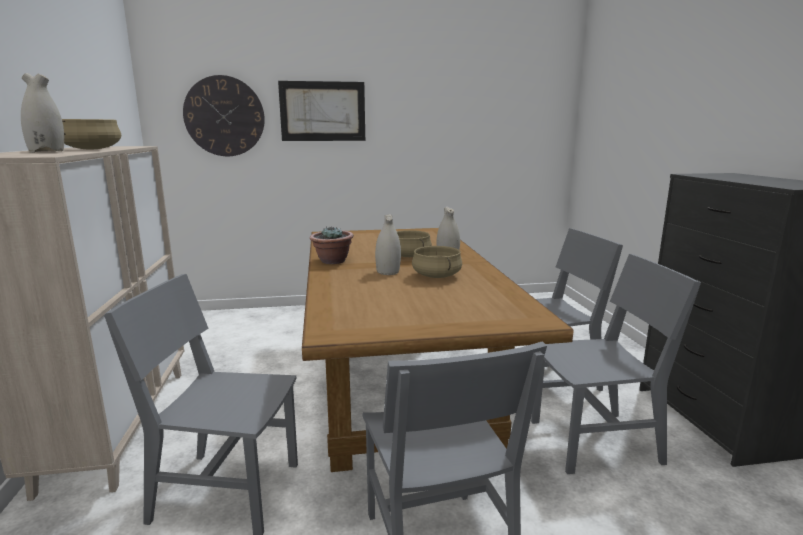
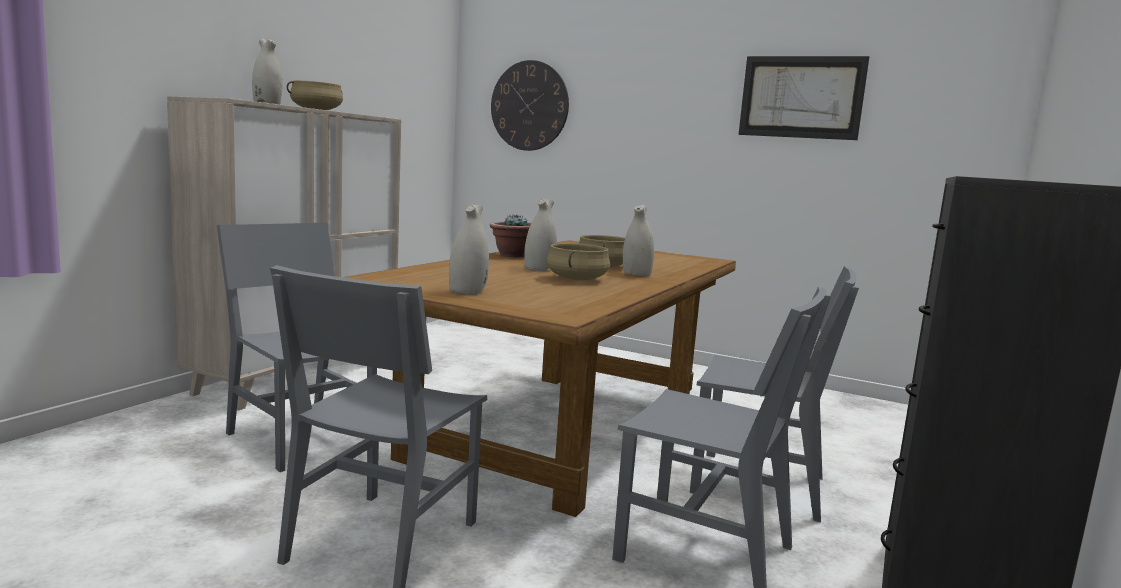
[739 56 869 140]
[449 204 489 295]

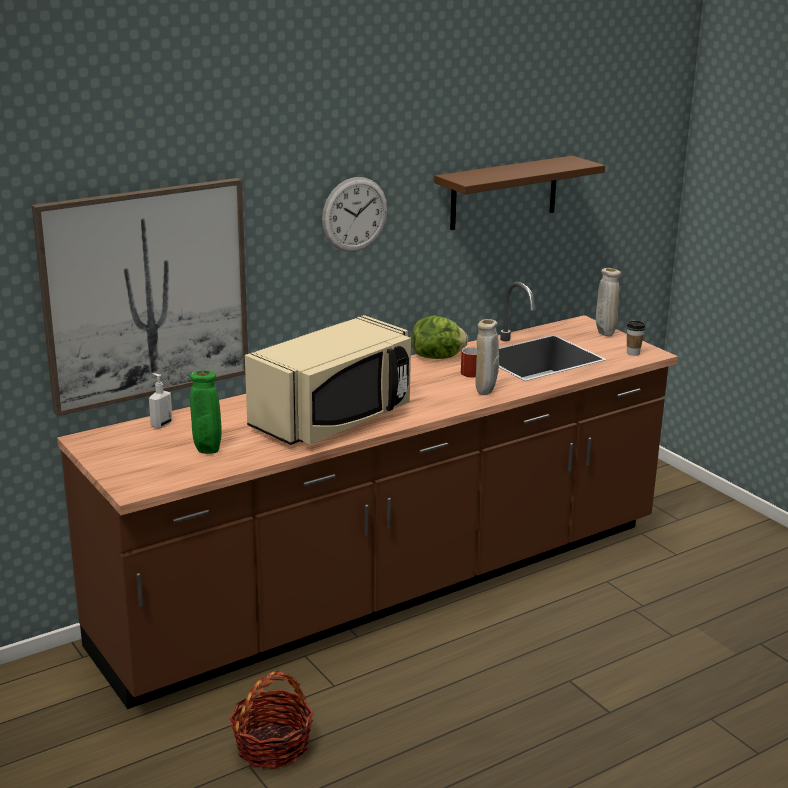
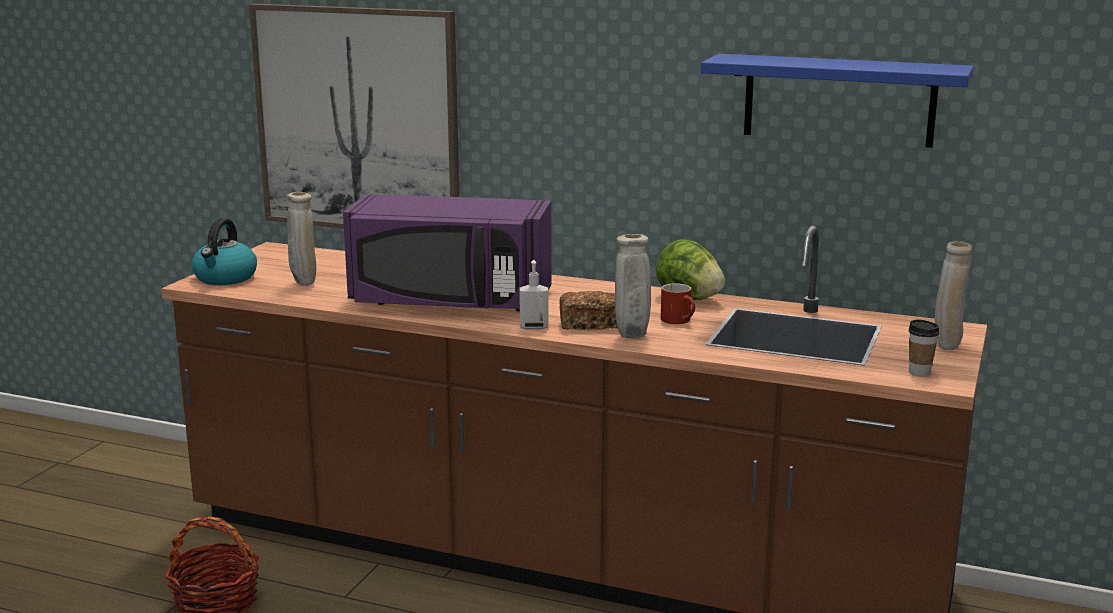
[519 260 548 330]
[287 192 316 286]
[343 194 552 311]
[322 177 387 252] (first image)
[701 54 974 148]
[192 218 257 285]
[560 291 618 330]

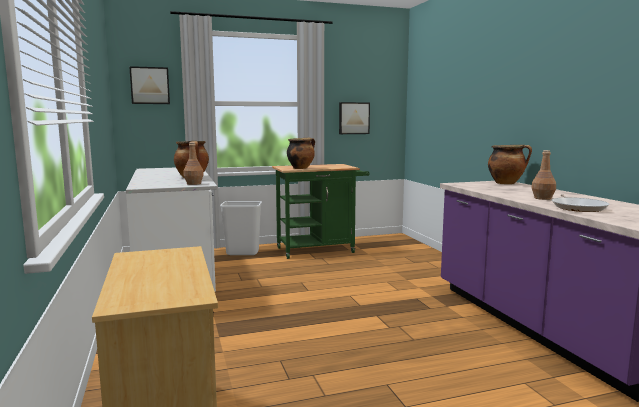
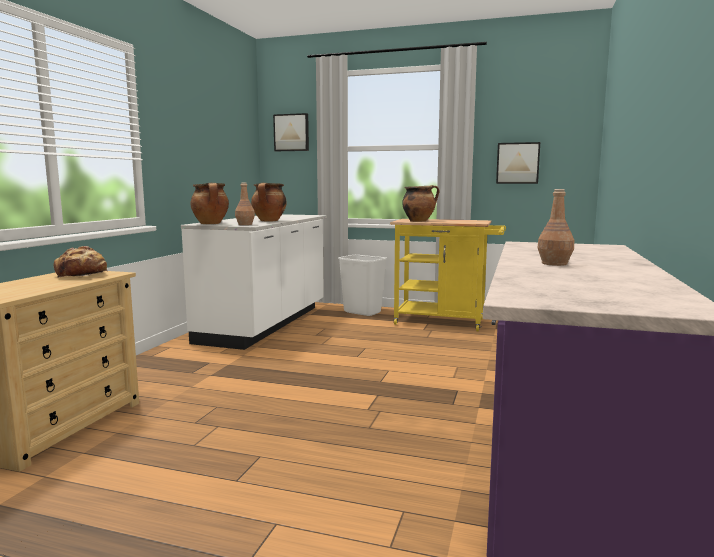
[390 219 506 331]
[191 183 229 224]
[552 194 610 212] (first image)
[53 246 109 278]

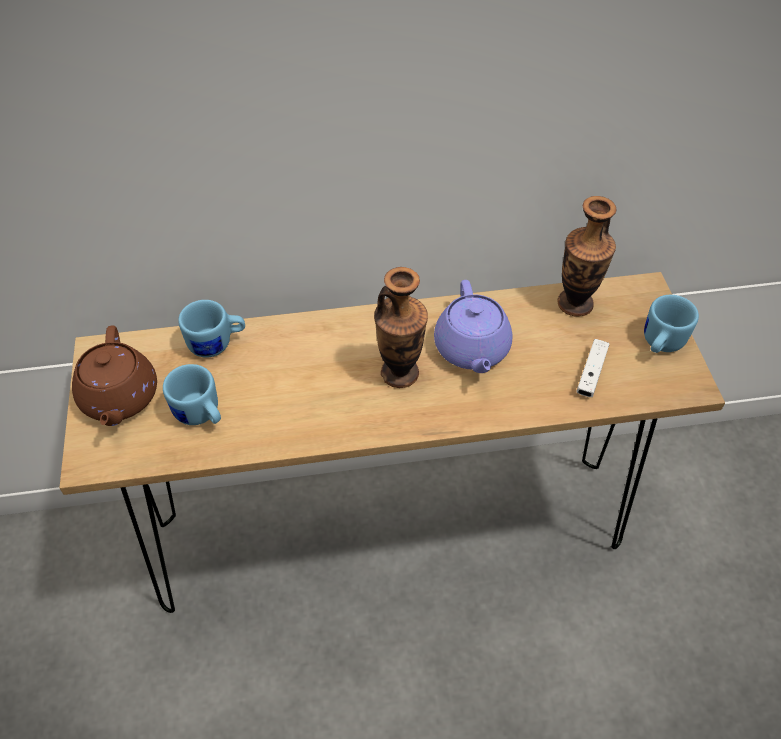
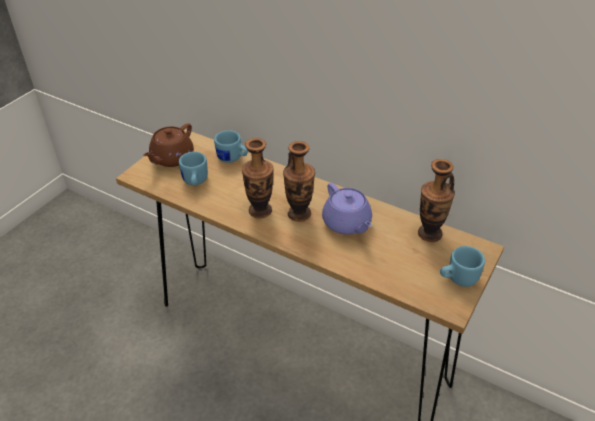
[322 183 372 235]
[576 339 610 397] (first image)
[242 138 274 218]

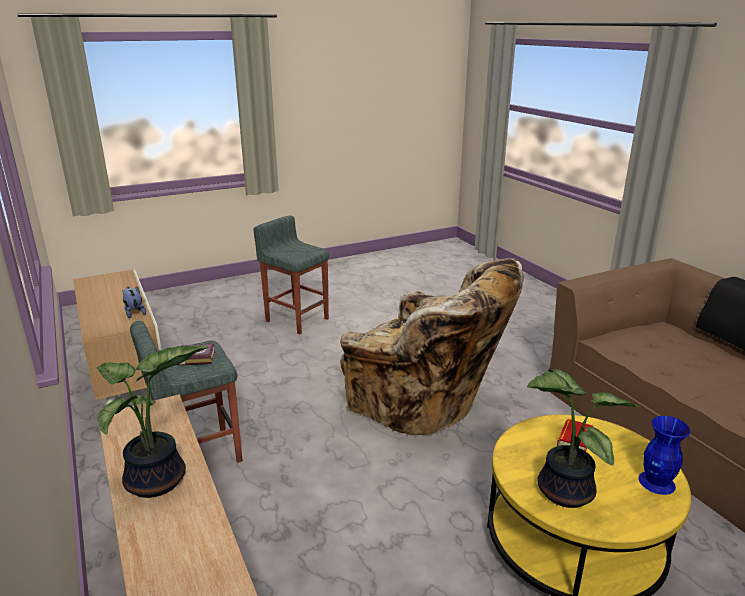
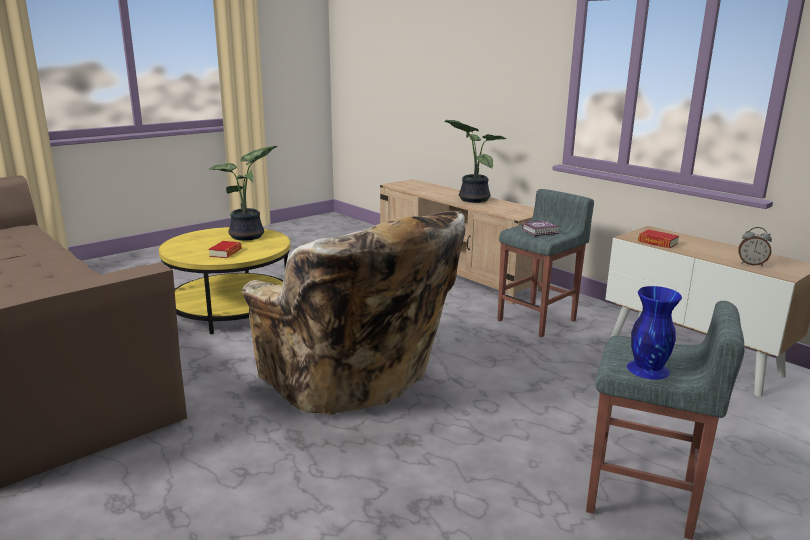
[638 229 679 248]
[241 212 466 415]
[627 286 682 379]
[738 227 772 266]

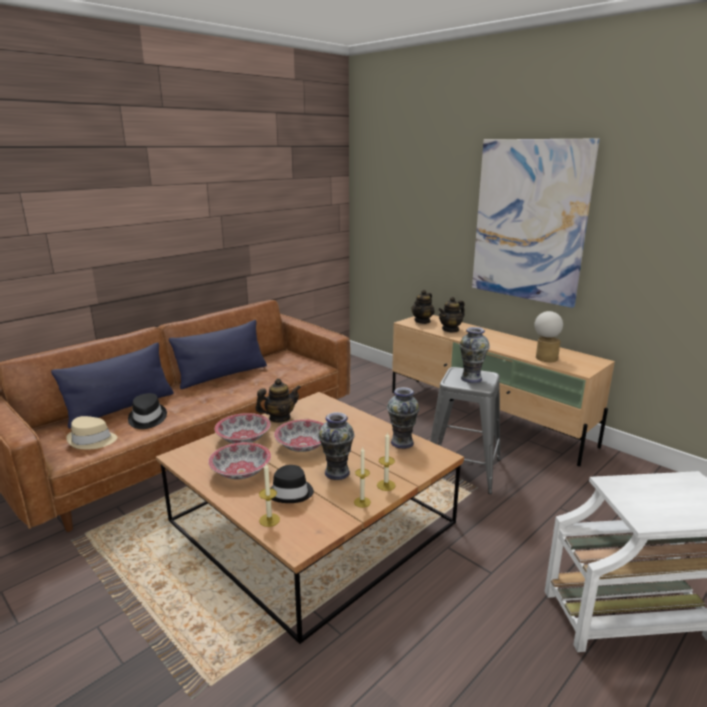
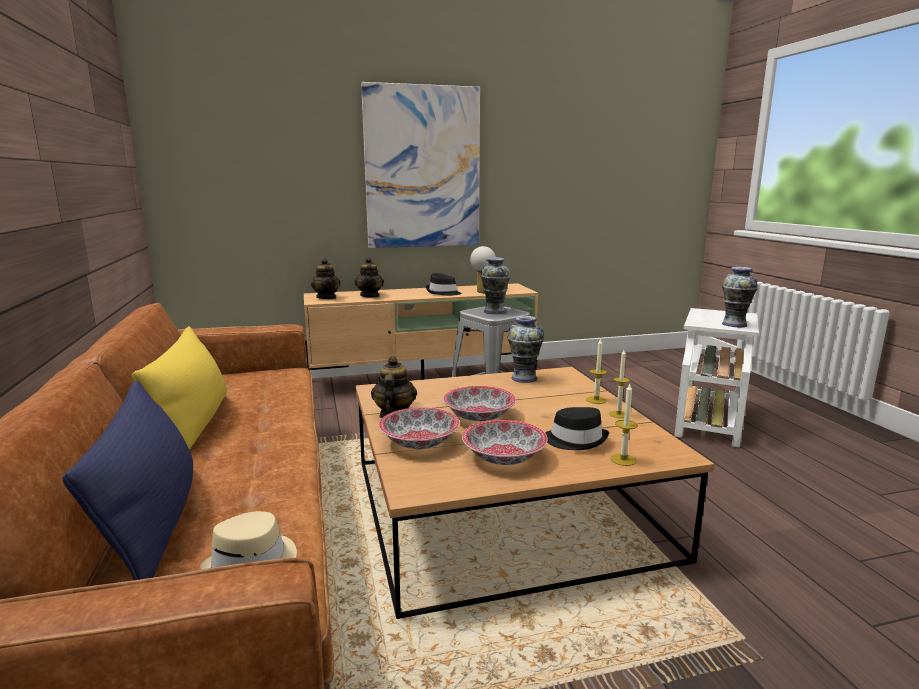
[426 273 462 296]
[132 326 227 450]
[722 267 758 327]

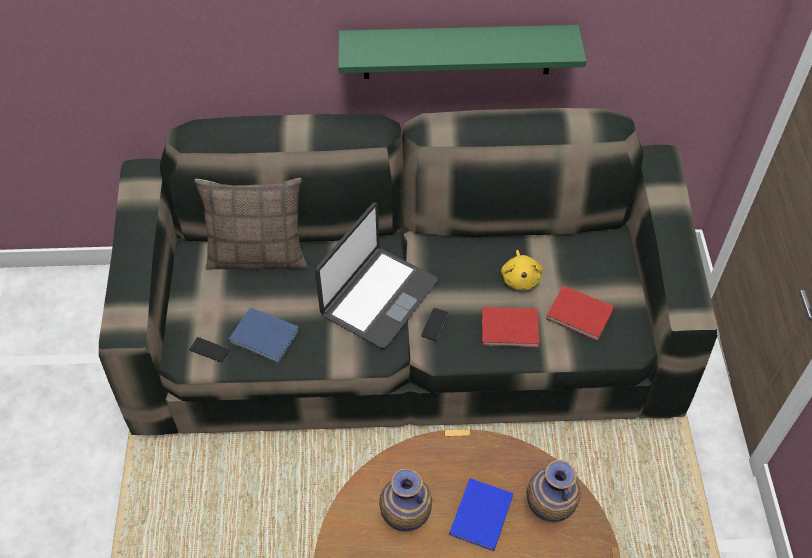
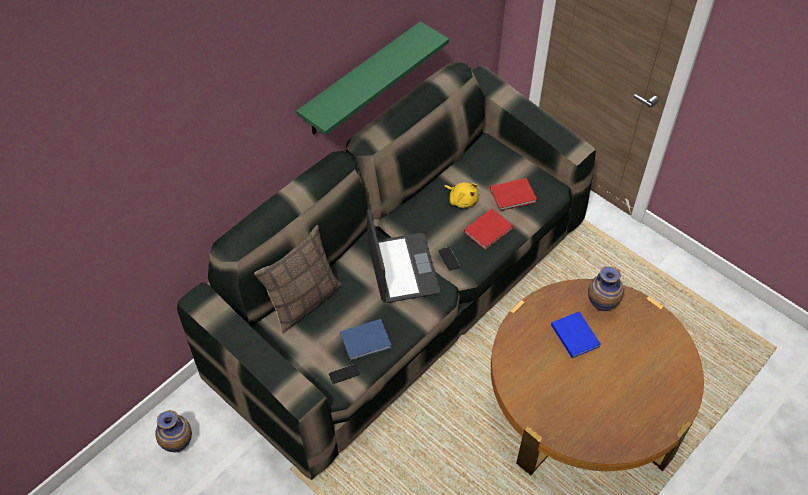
[155 410 192 452]

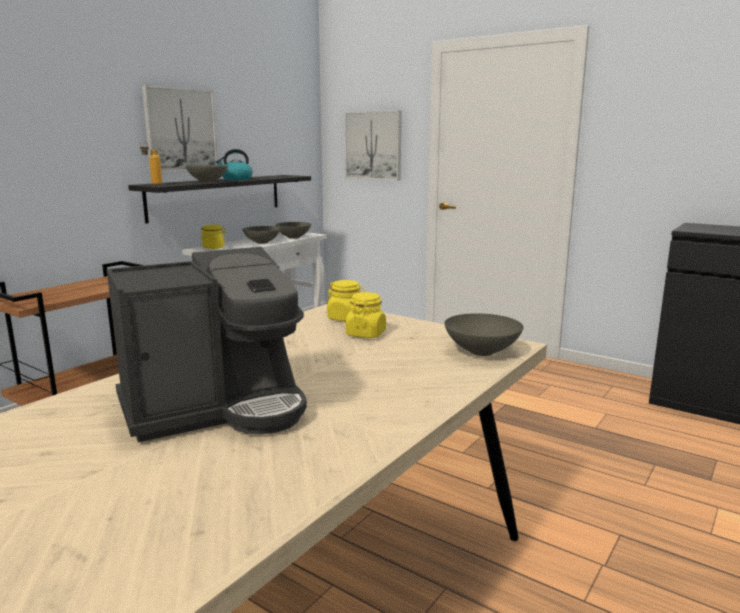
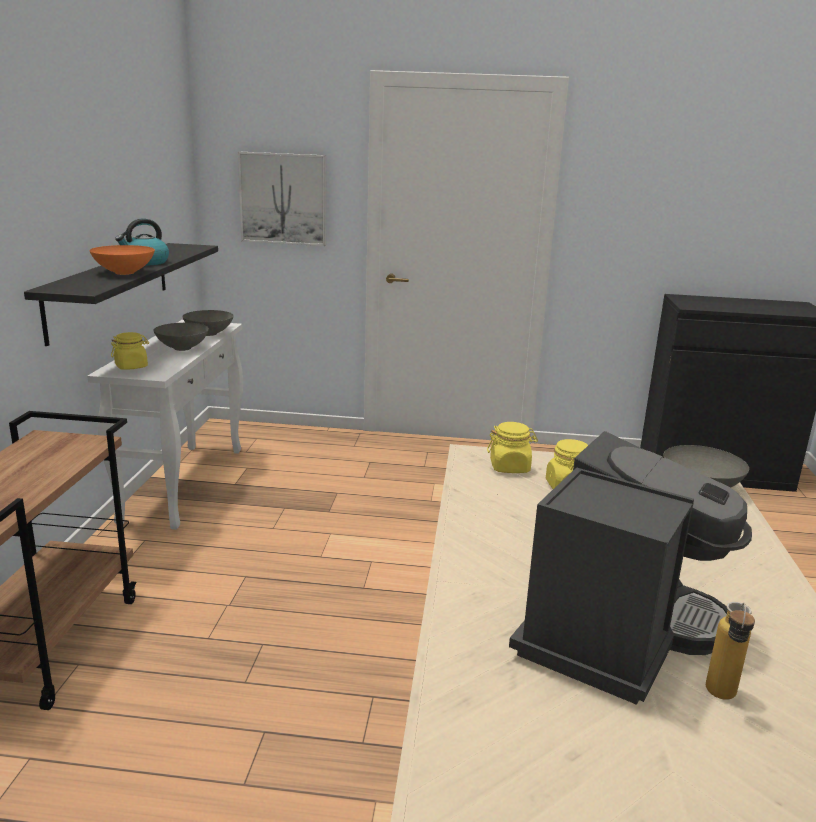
[706 602 755 700]
[142 85 218 173] (first image)
[89 245 155 275]

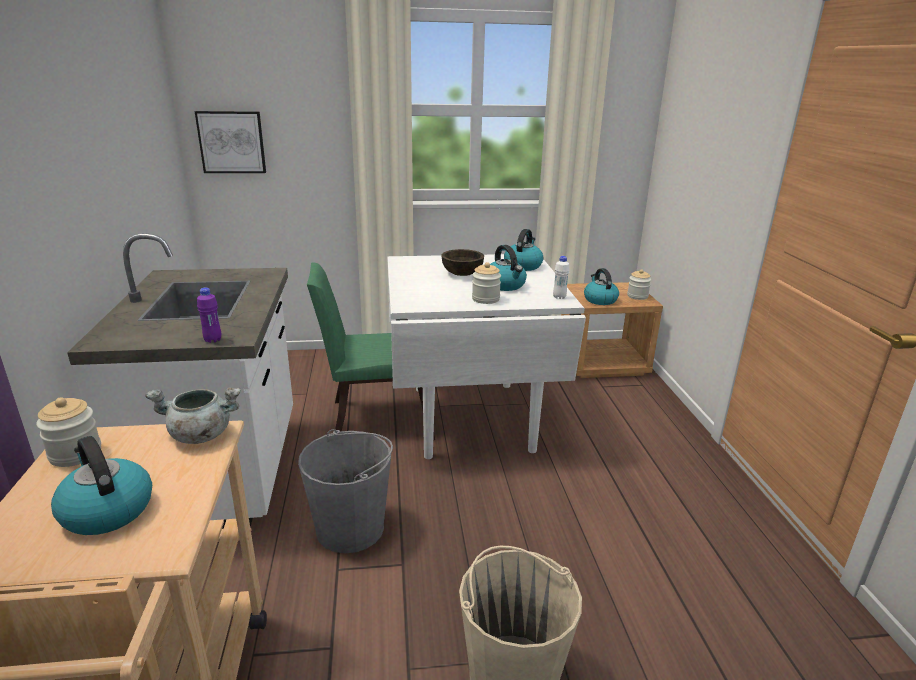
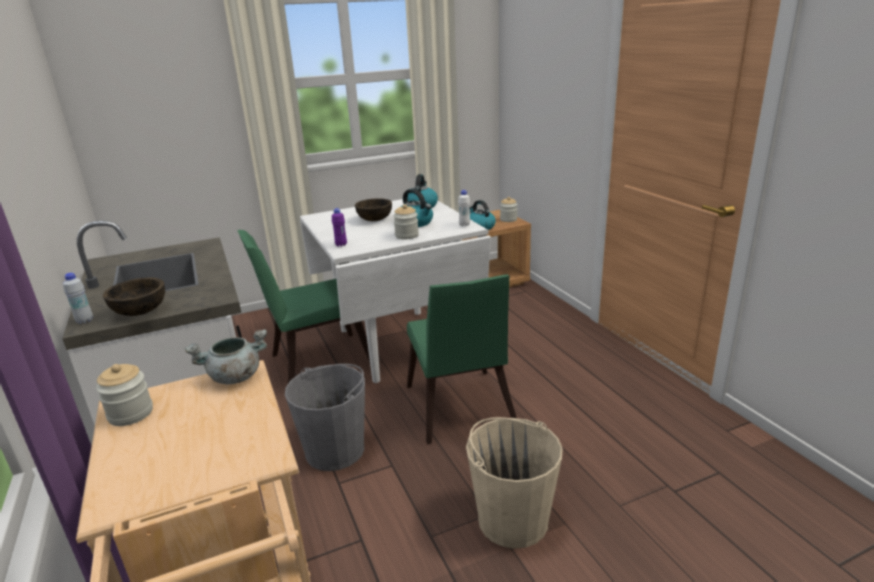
[51 436 152 535] (first image)
[195 111 266 173] (first image)
[332 208 347 247]
[63 273 93 324]
[103 278 165 316]
[407 274 517 444]

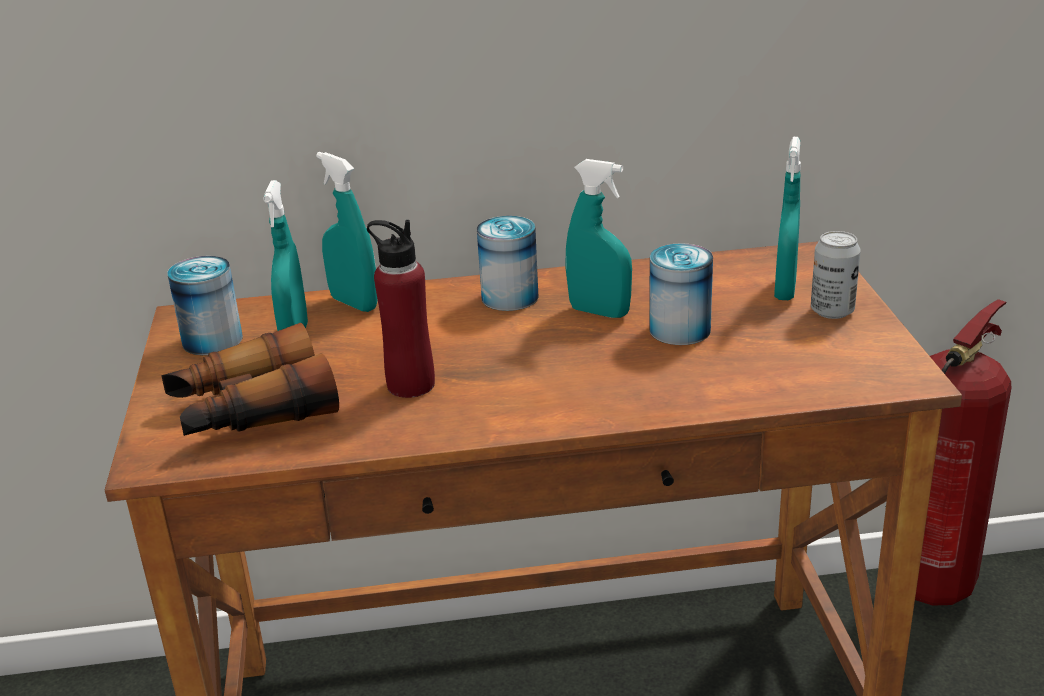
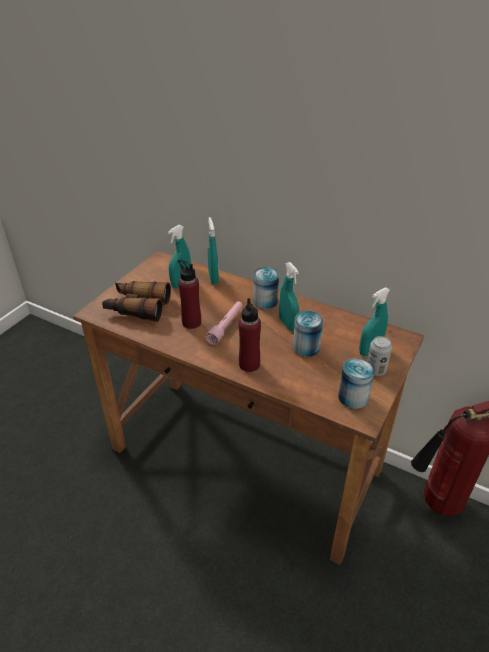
[338 358 375 409]
[205 301 243 345]
[239 298 261 372]

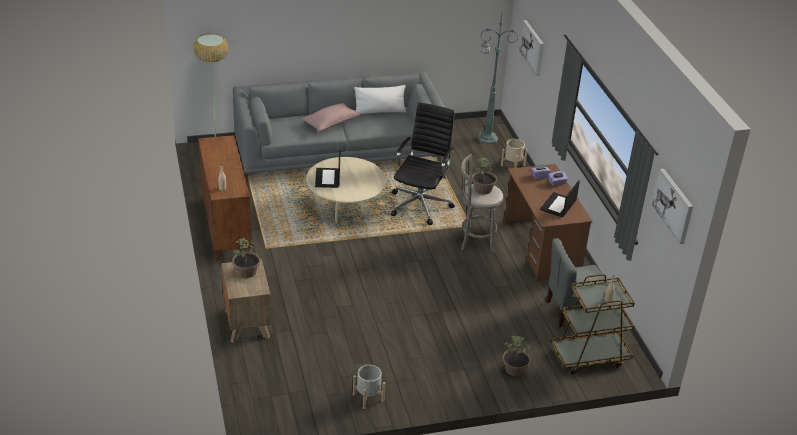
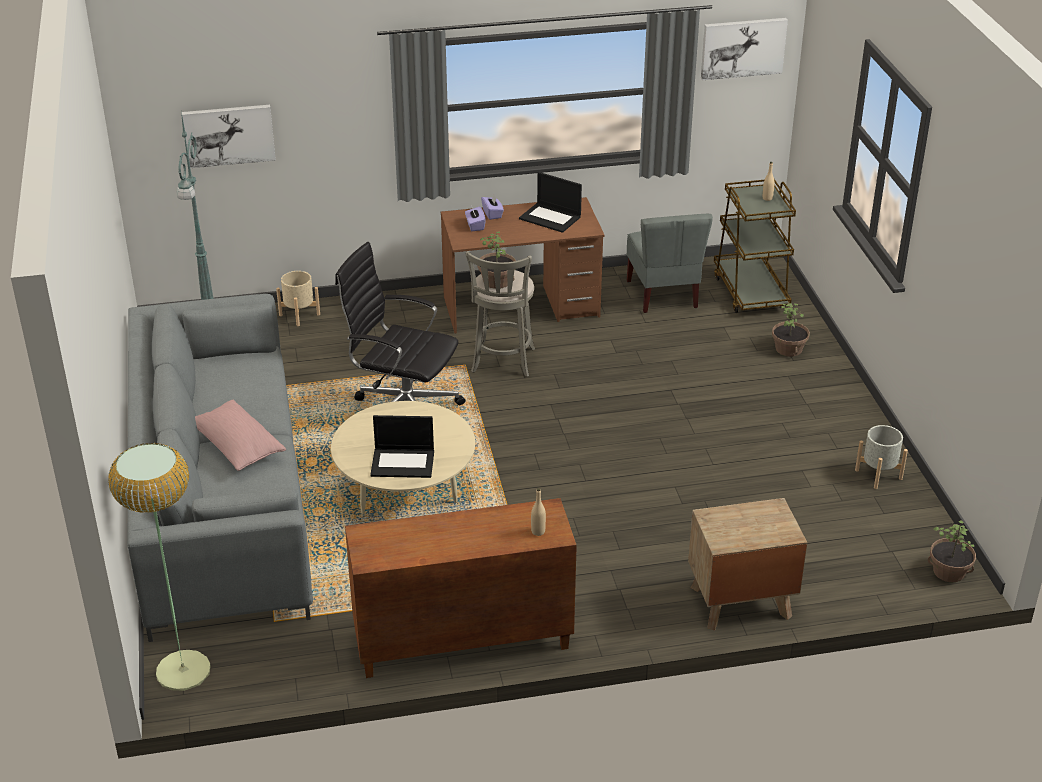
[928 521 976 582]
[354 85 406 114] (first image)

